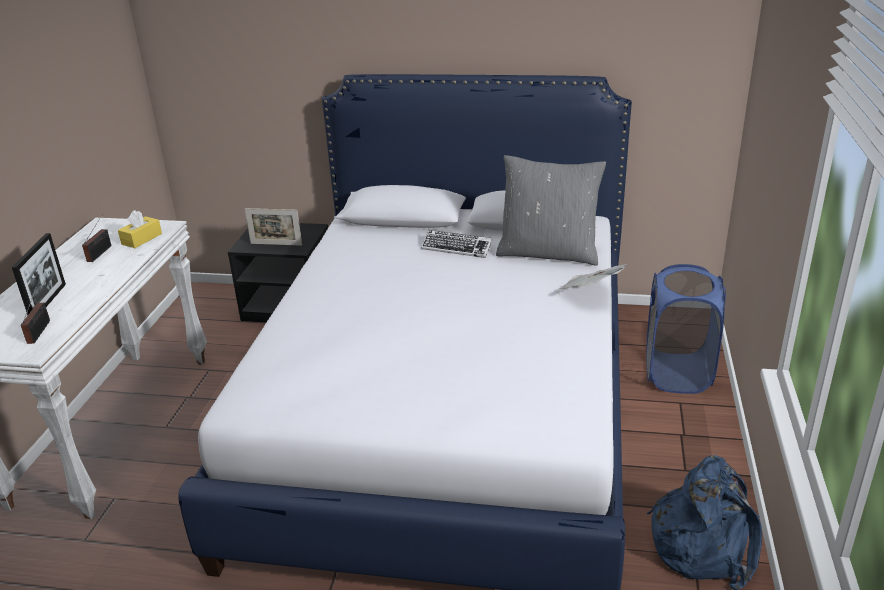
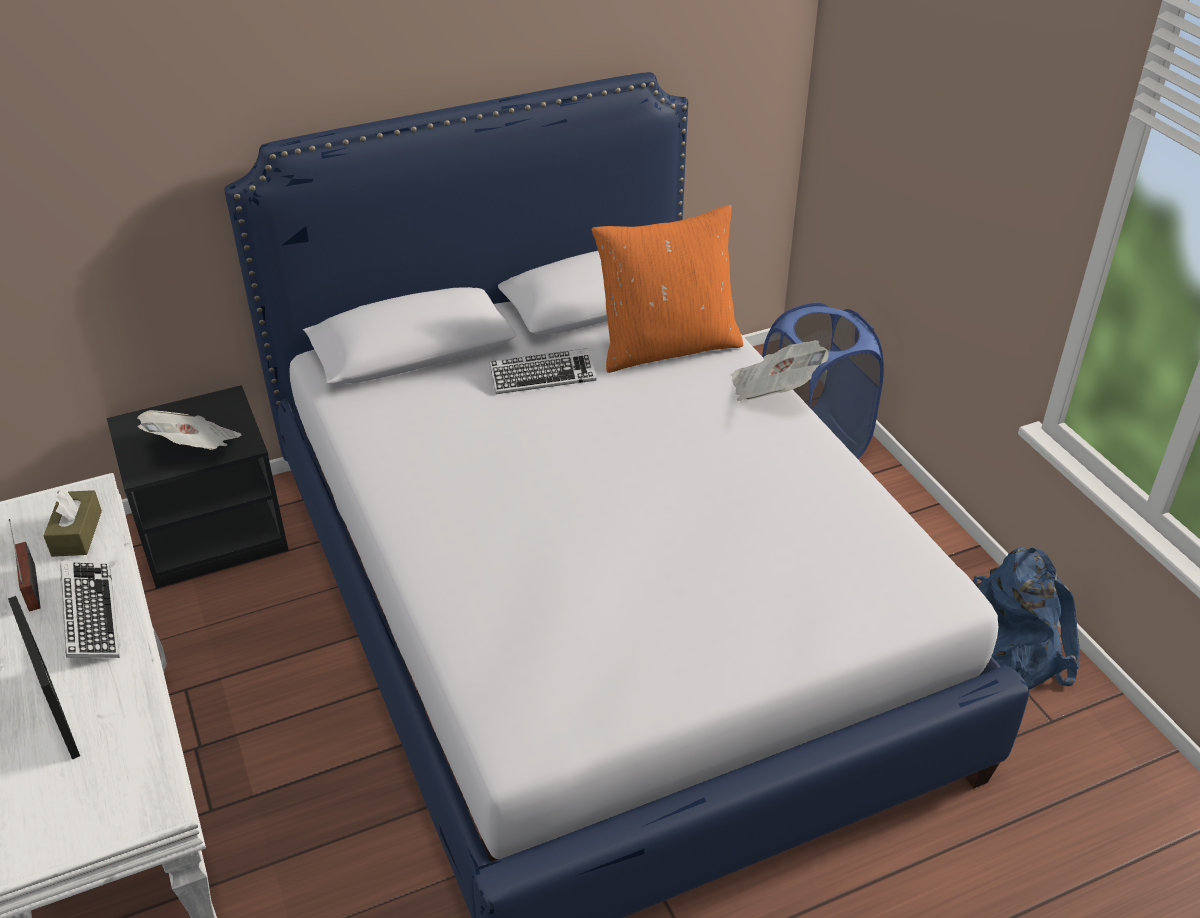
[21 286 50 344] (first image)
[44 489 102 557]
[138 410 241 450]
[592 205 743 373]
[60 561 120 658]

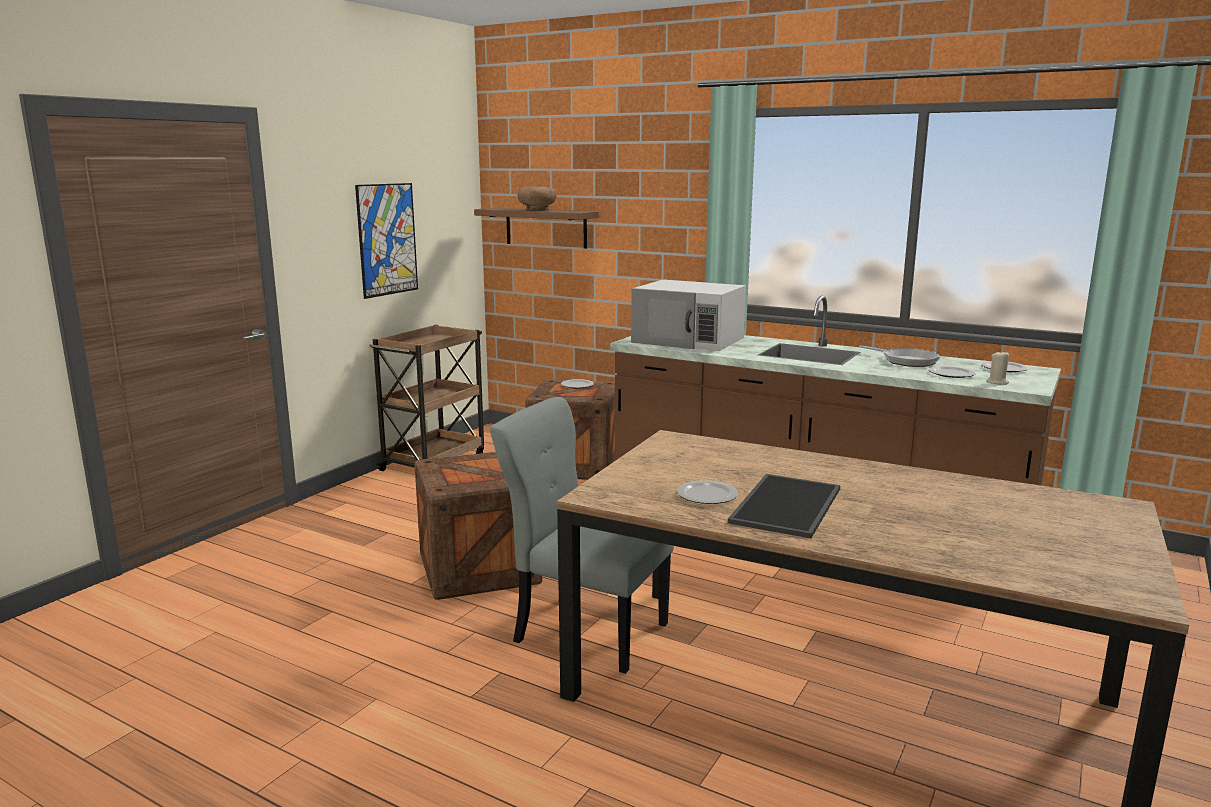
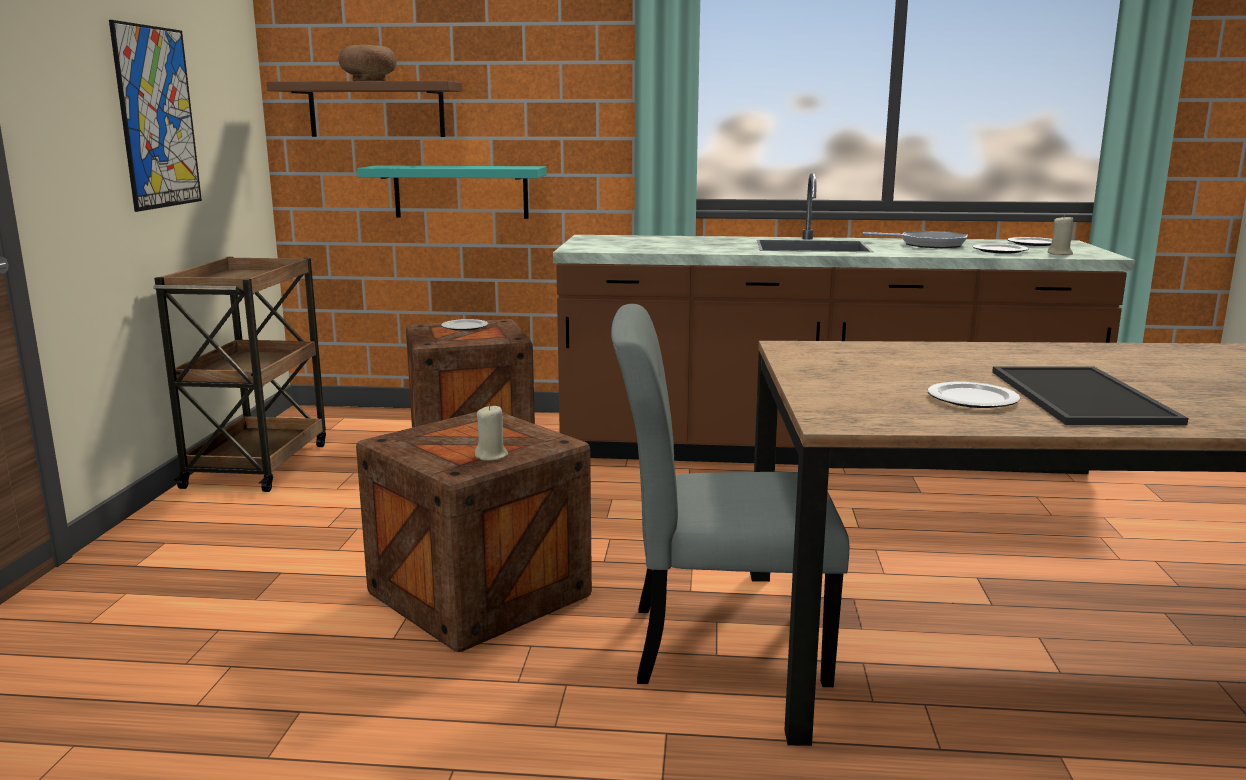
[631 280 746 351] (first image)
[357 165 547 219]
[475 405 508 461]

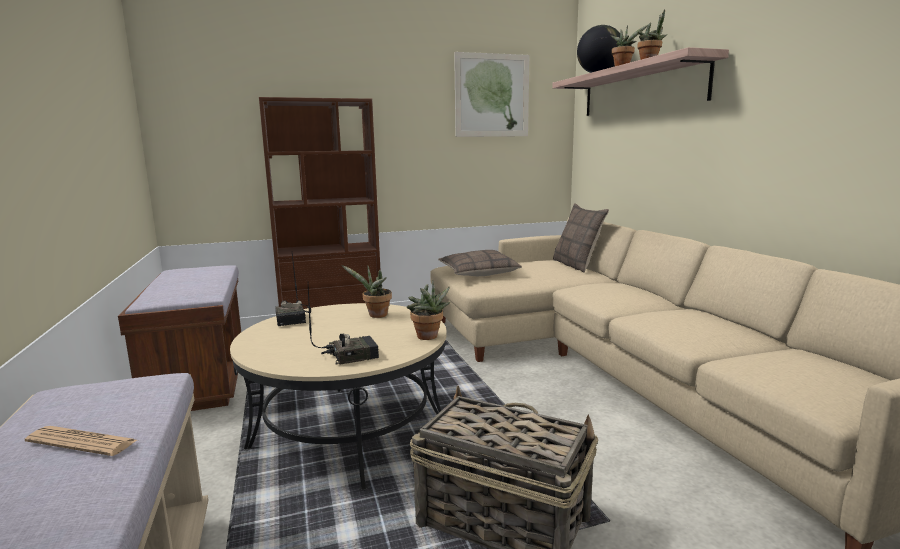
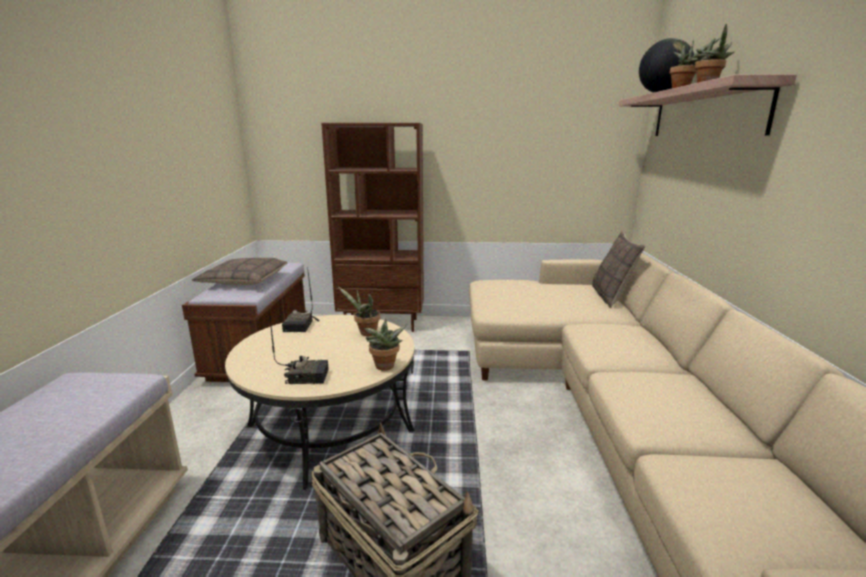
[25 426 137 456] (first image)
[192 258 287 285]
[454 52 529 137] (first image)

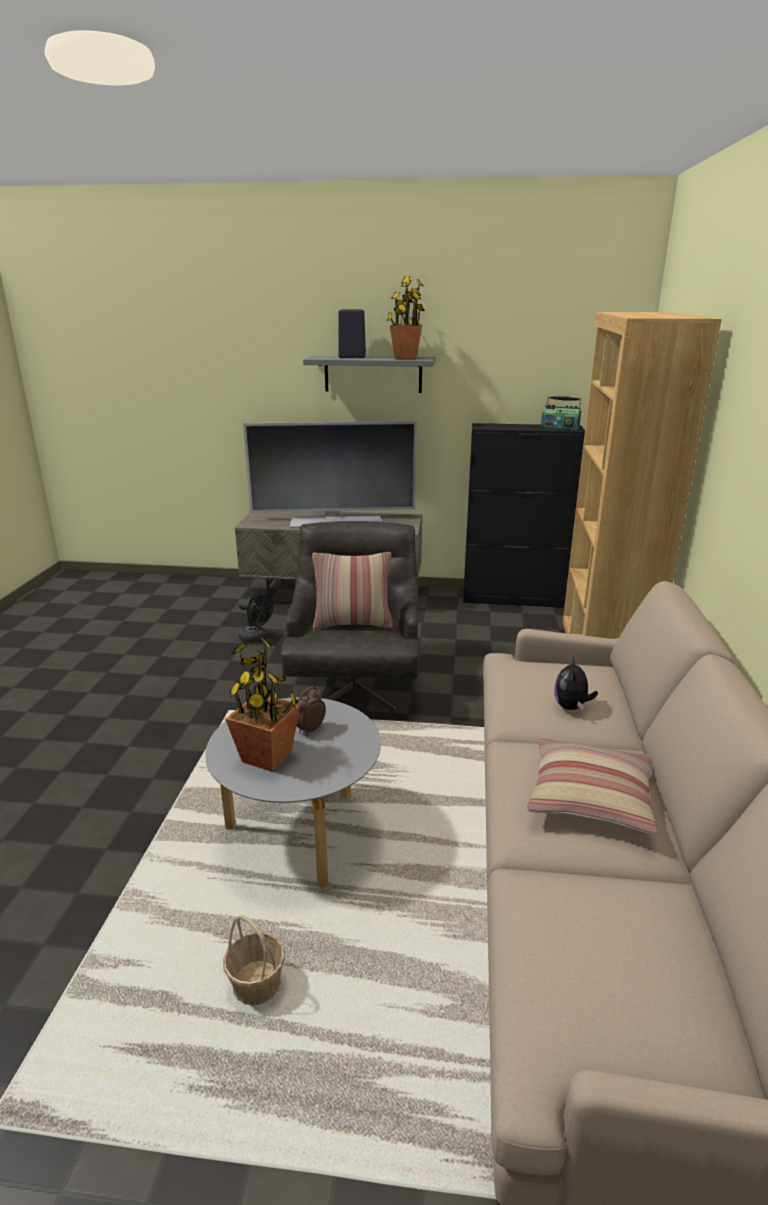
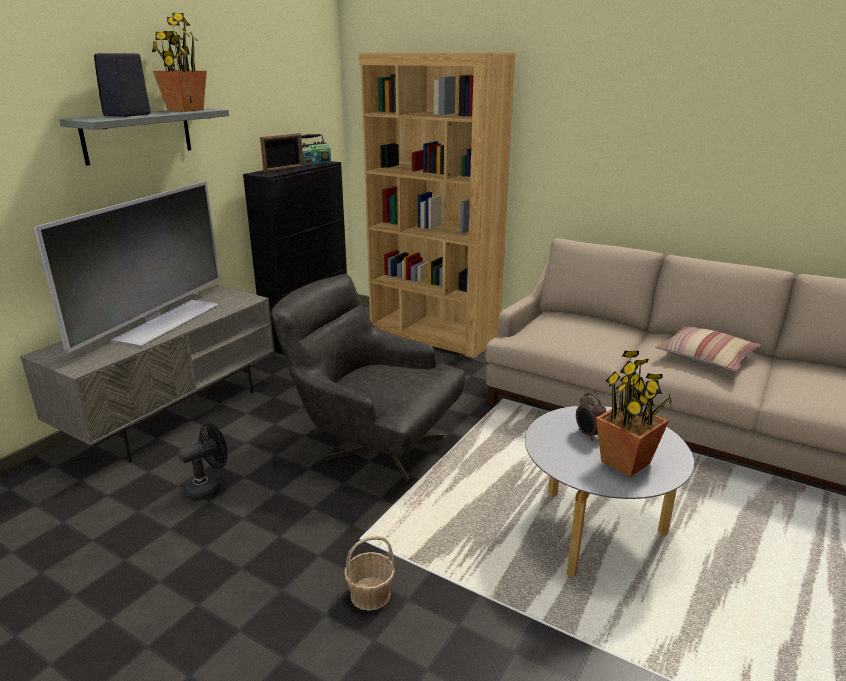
[344 536 395 611]
[312 552 393 629] (first image)
[554 657 598 710] (first image)
[260 133 303 173]

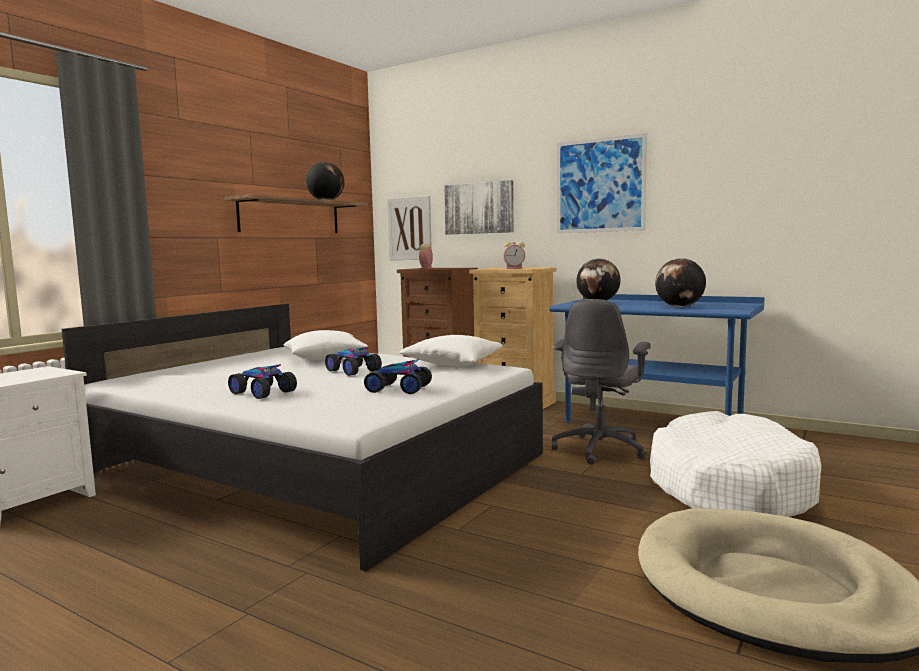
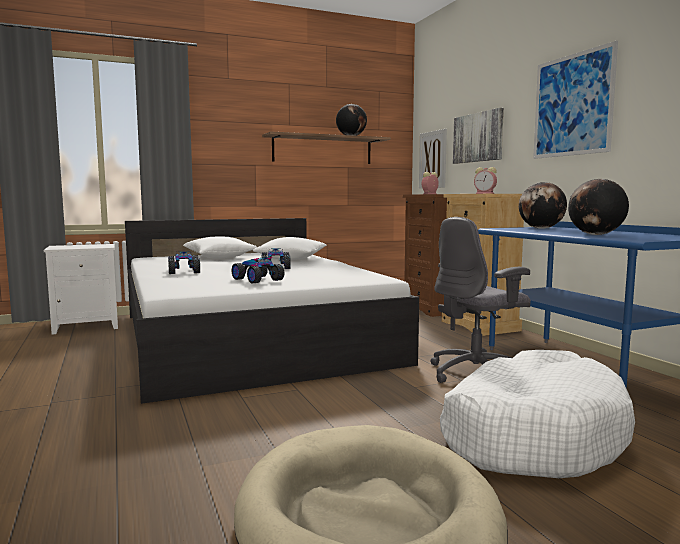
[183 237 257 258]

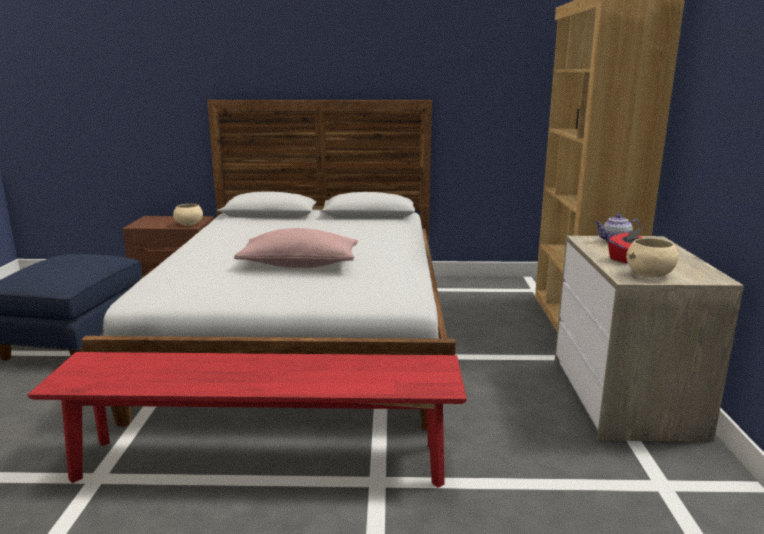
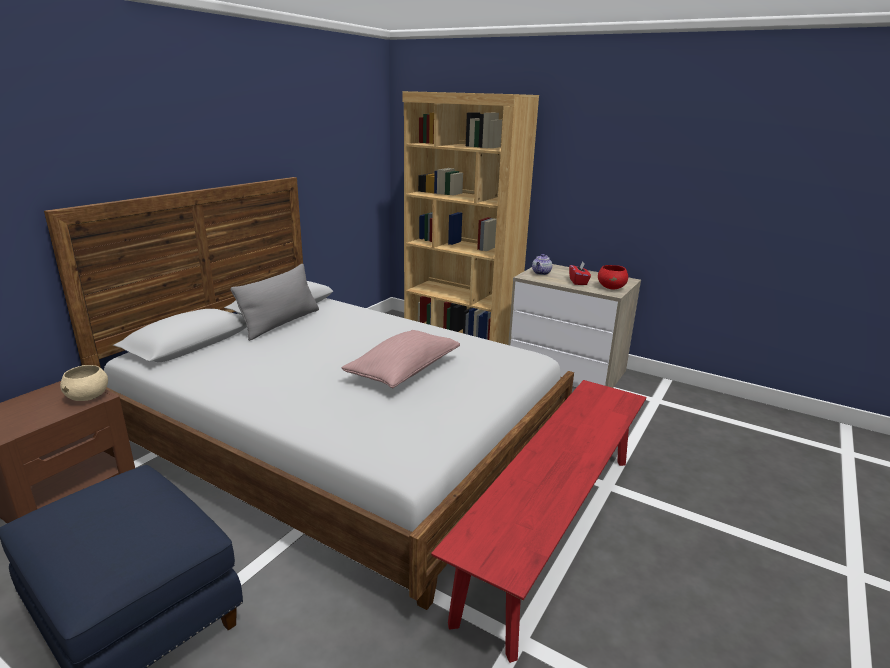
[598 265 628 290]
[231 264 319 341]

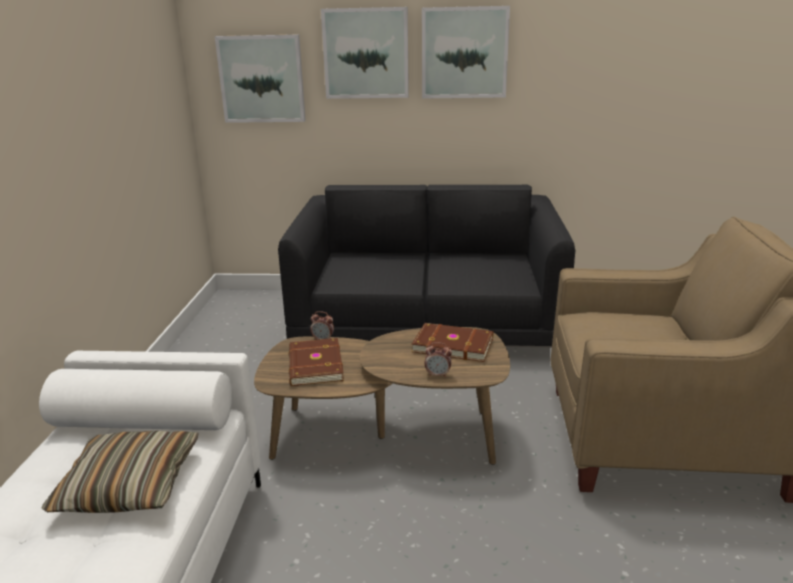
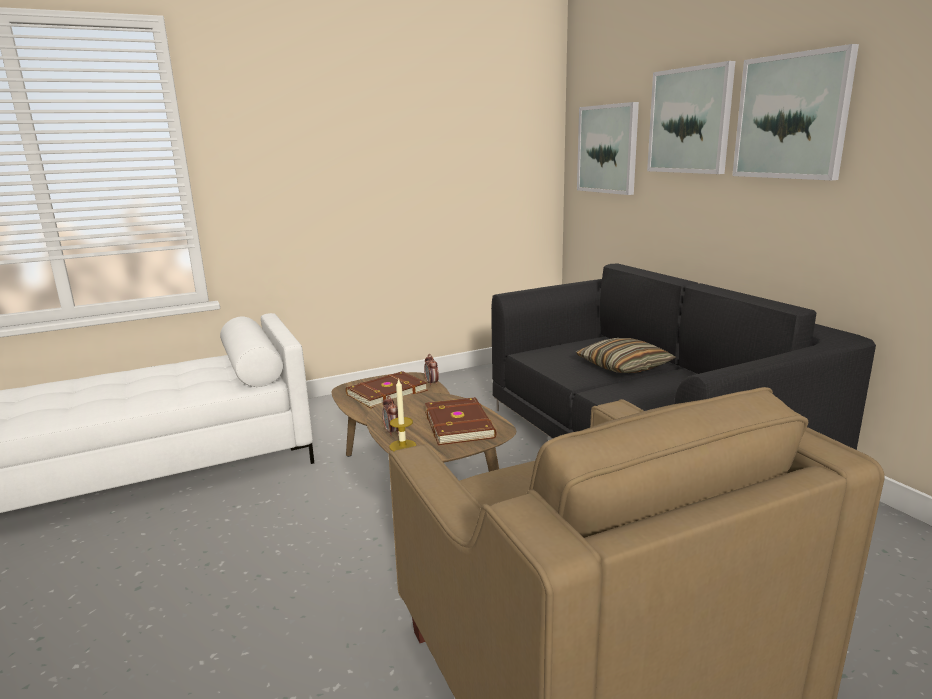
[576 338 676 373]
[389 378 416 451]

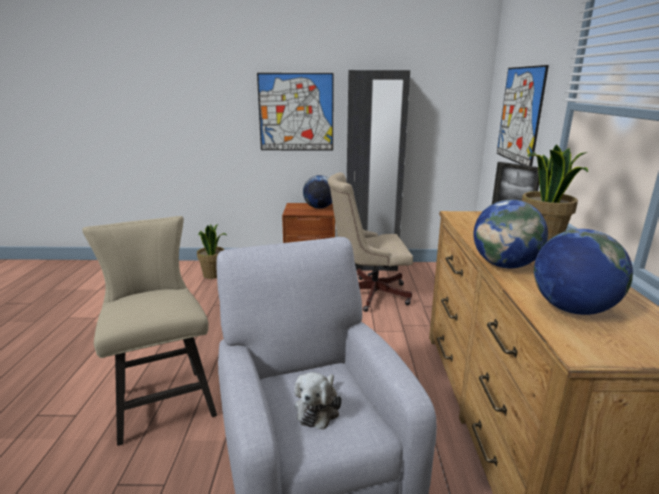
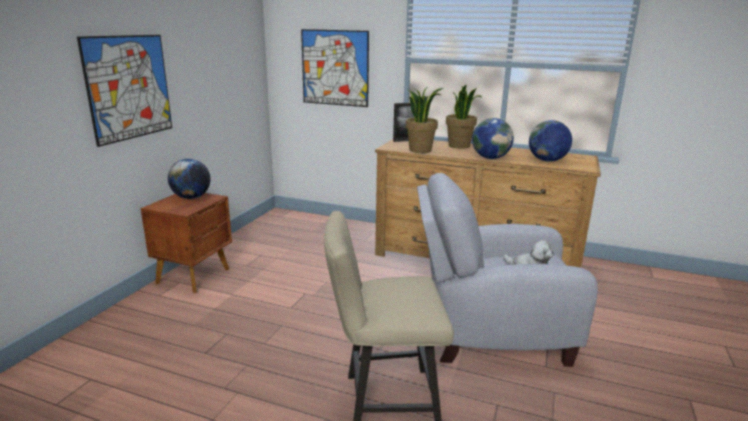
[406 86 443 153]
[328 172 413 312] (first image)
[347 70 410 271] (first image)

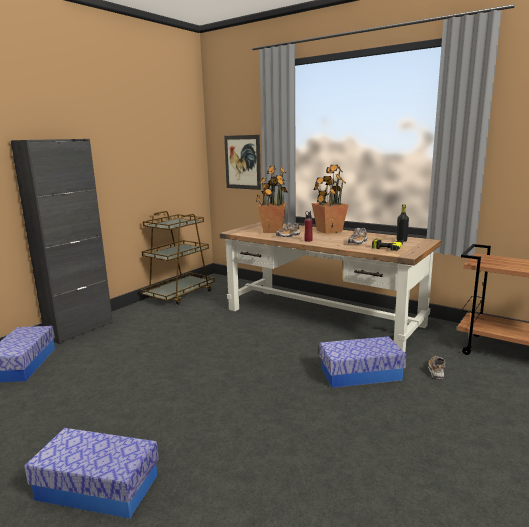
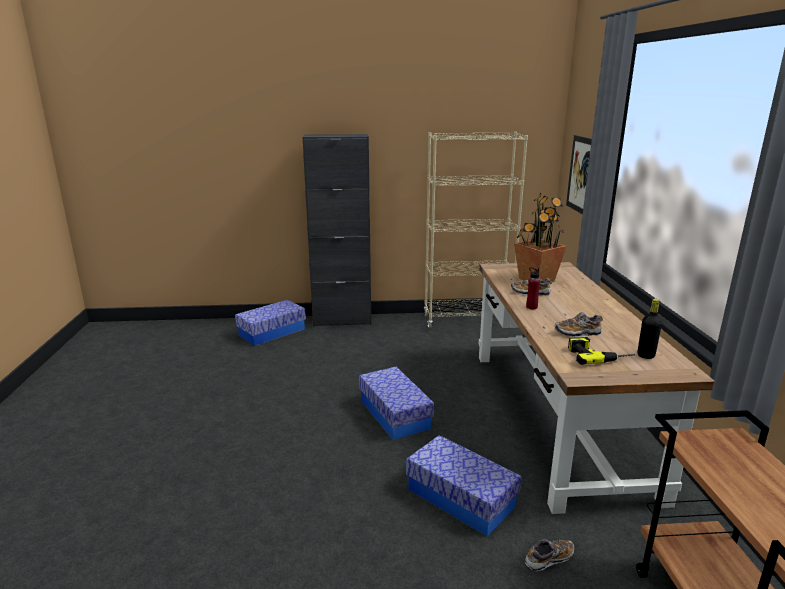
[359 367 434 440]
[424 132 528 328]
[312 165 349 234] (first image)

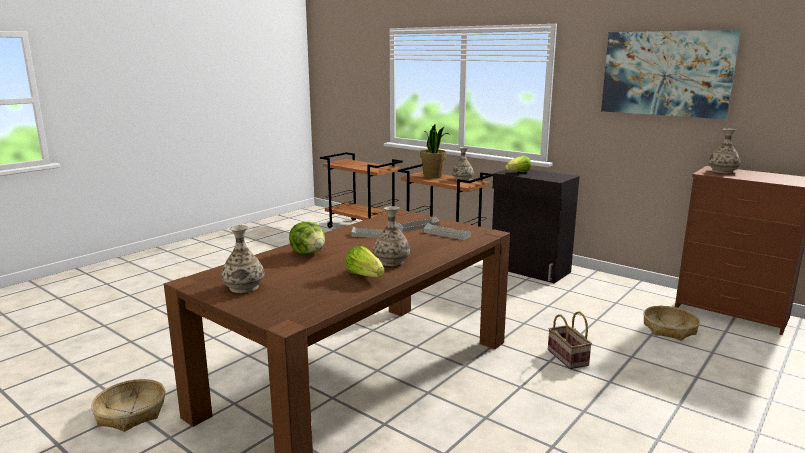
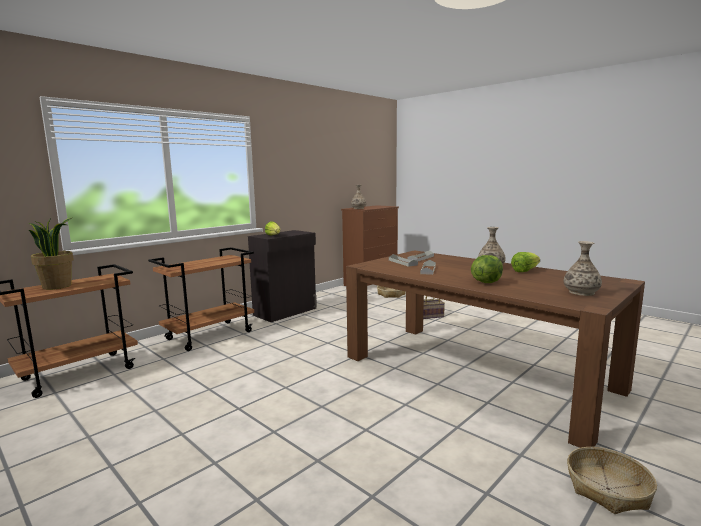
[29 217 74 290]
[452 147 474 181] (first image)
[601 30 741 119] (first image)

